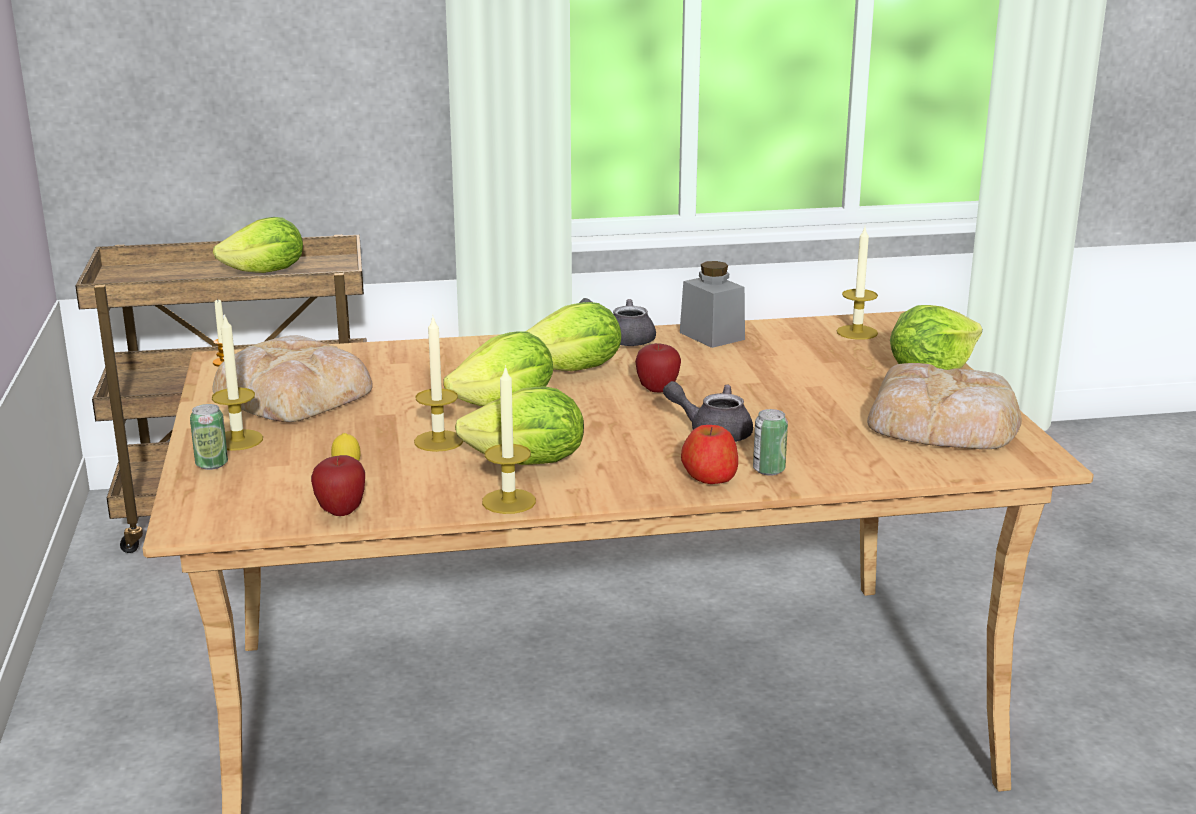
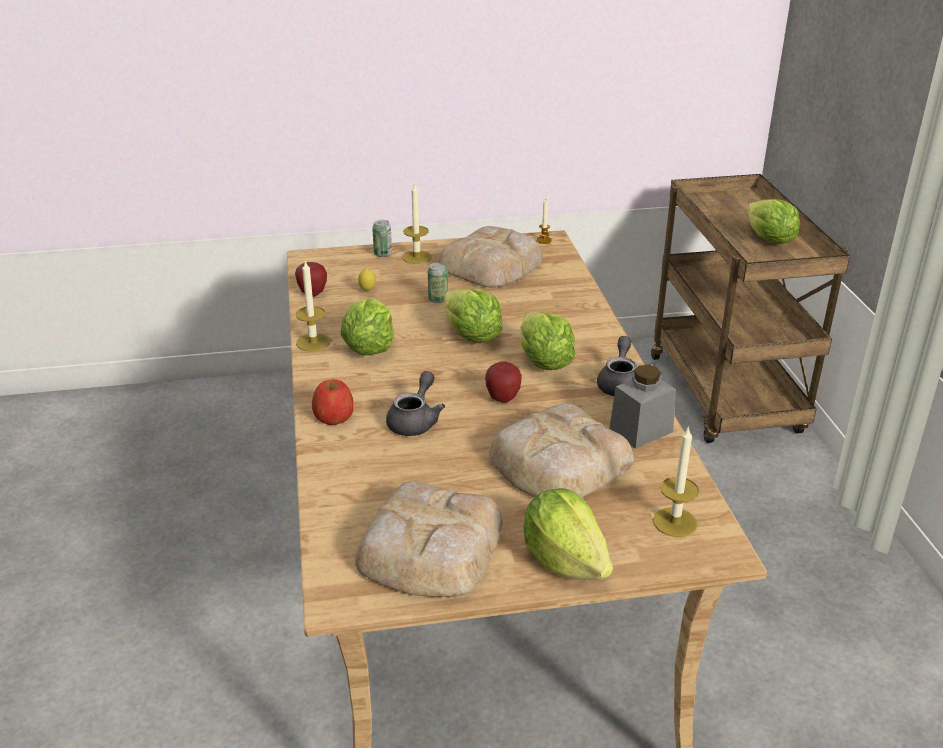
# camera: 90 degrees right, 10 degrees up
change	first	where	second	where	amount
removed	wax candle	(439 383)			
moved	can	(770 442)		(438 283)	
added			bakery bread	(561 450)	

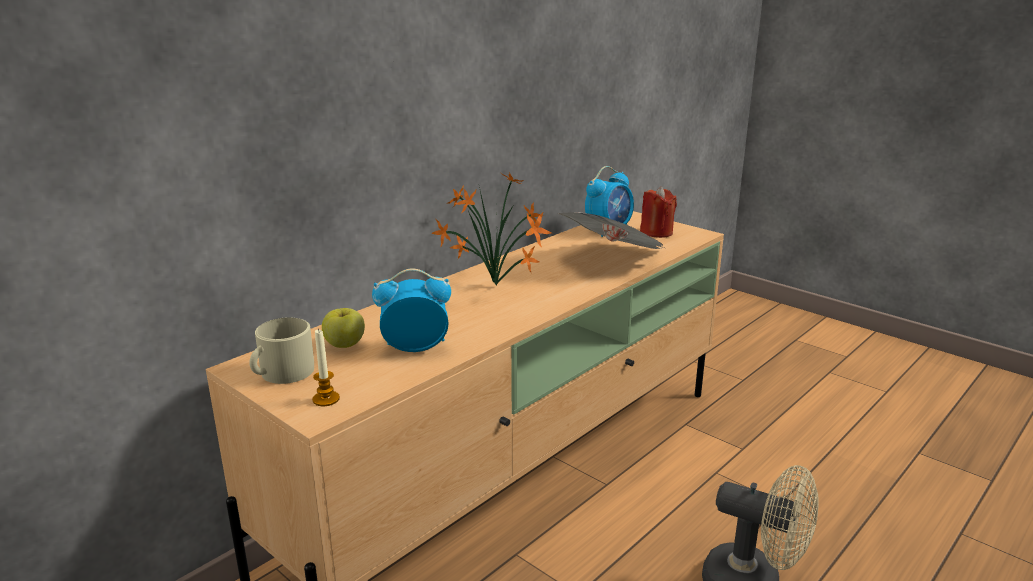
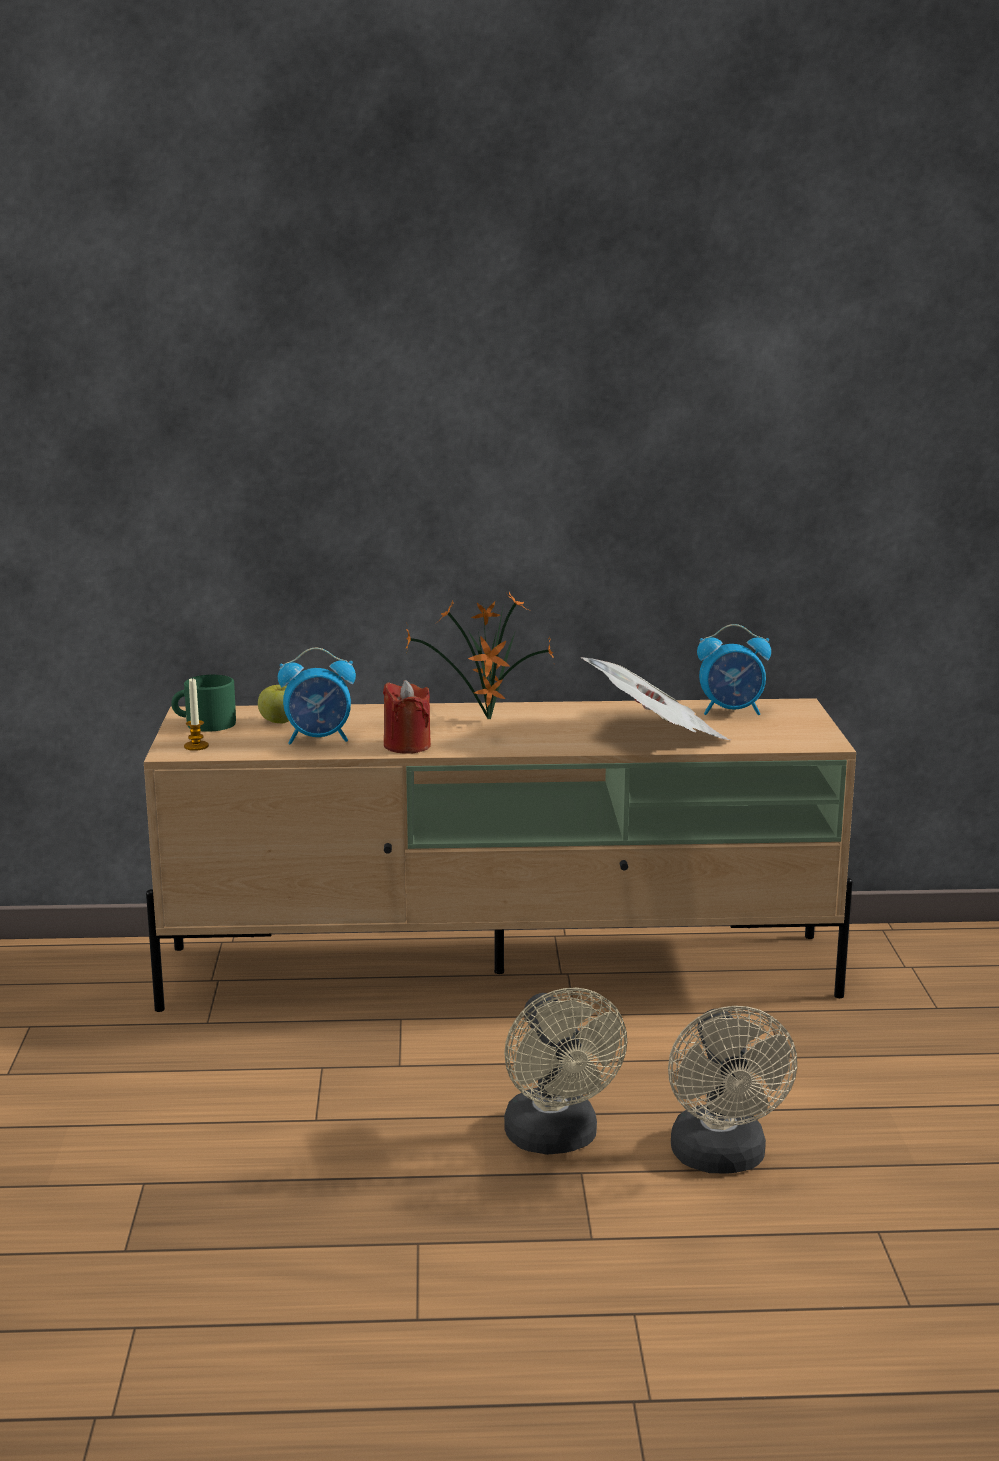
# camera: 45 degrees right, 5 degrees down
change	first	where	second	where	amount
recoloured	mug (beige)	(281 350)	mug (green)	(203 703)	
turned	alarm clock	(411 310)		(317 696)	135 degrees clockwise
moved	wax candle (red)	(658 212)		(407 717)	
added			electric fan (beige)	(732 1090)	

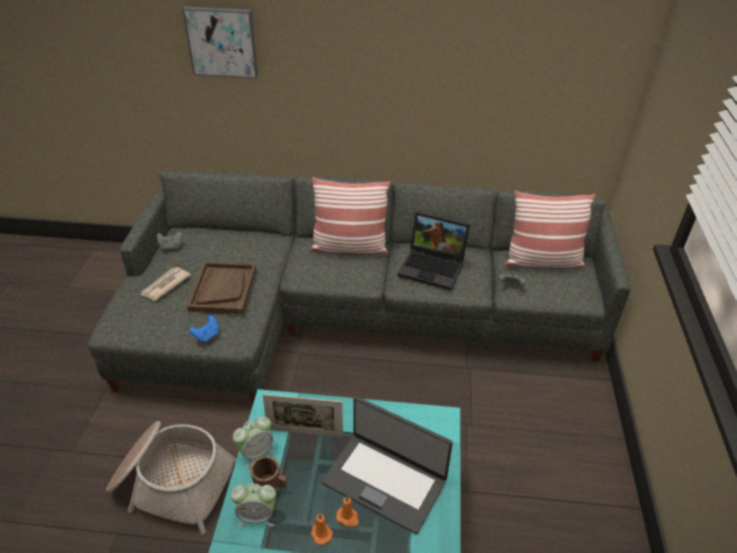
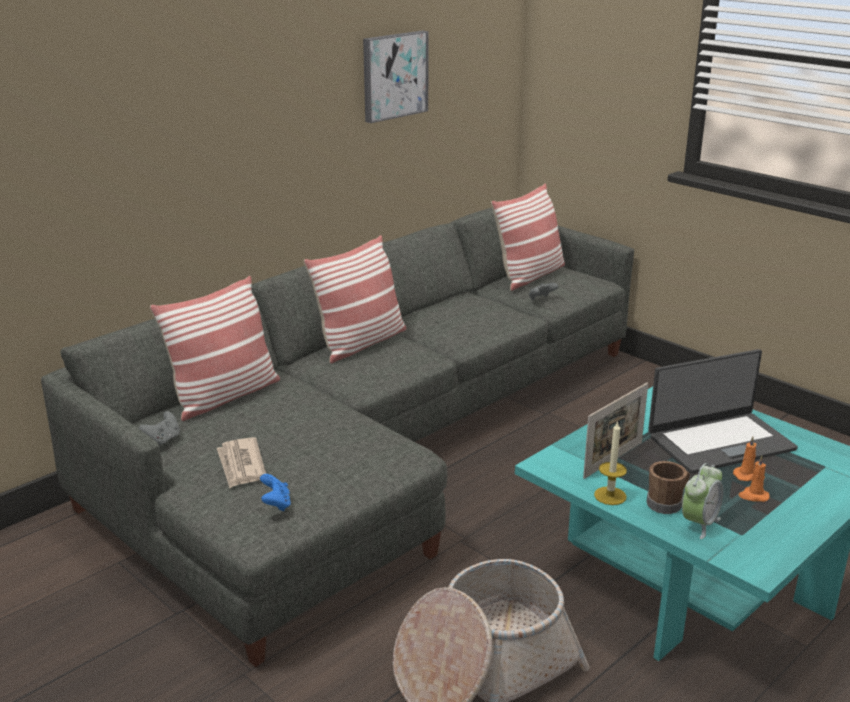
# camera: 50 degrees left, 15 degrees down
change	first	where	second	where	amount
moved	picture	(220 42)		(395 76)	
removed	carrying tray (brown-coloured)	(221 288)			
moved	gamepad (bluish)	(204 328)		(275 492)	
replaced	alarm clock	(254 442)	wax candle	(610 462)	
removed	laptop	(433 251)			
added			pillow	(215 348)	

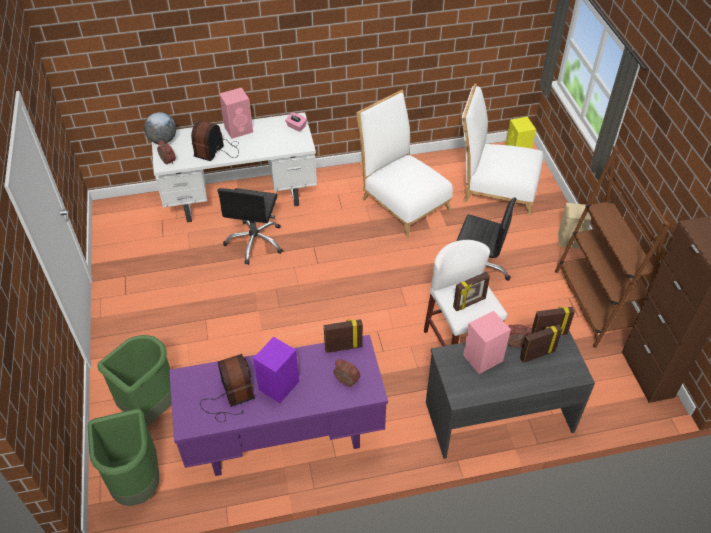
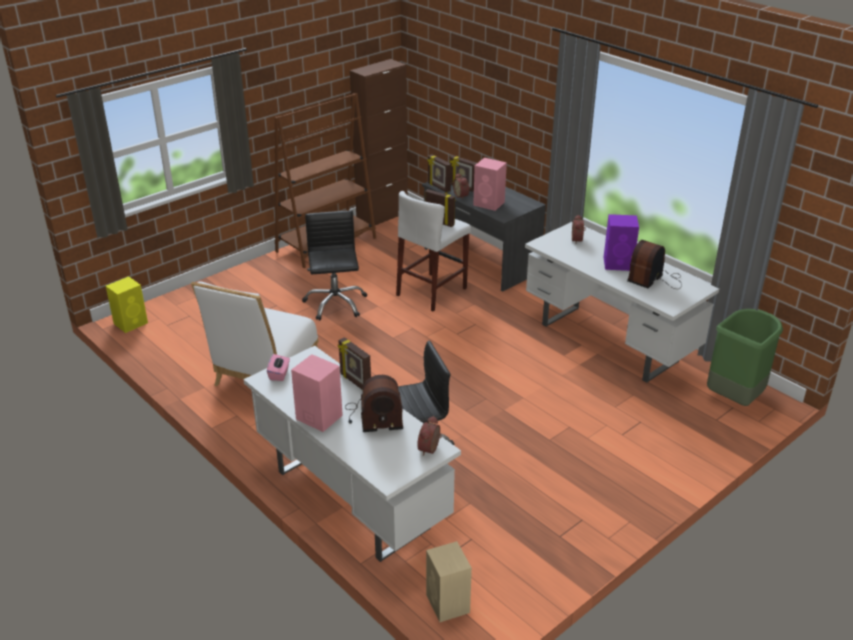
# camera: 120 degrees left, 15 degrees down
change	first	where	second	where	amount
removed	waste bin (green)	(134 381)			
removed	globe	(160 128)			
recoloured	desk table (purplish)	(278 405)	desk table (white)	(622 302)	
moved	photo frame	(343 336)		(354 363)	
removed	chair (white)	(502 149)			
moved	loudspeaker (beige)	(574 226)		(449 581)	

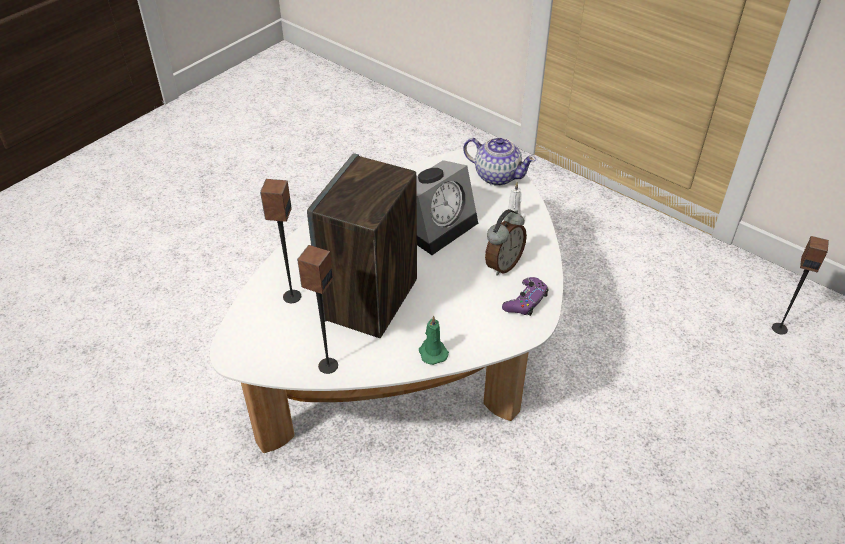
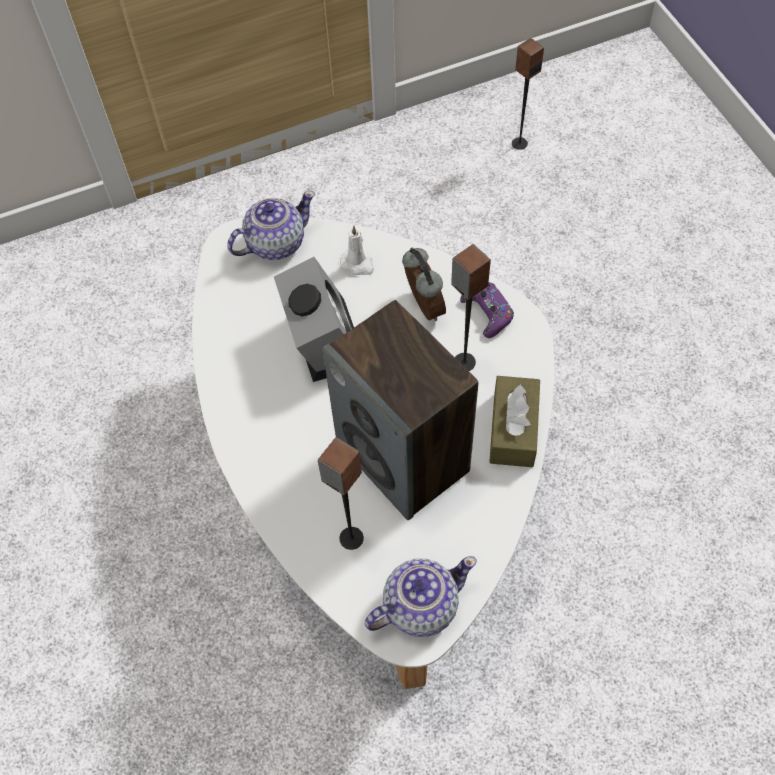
# camera: 60 degrees left, 15 degrees up
change	first	where	second	where	amount
moved	loudspeaker	(317 309)		(471 307)	
replaced	wax candle (green)	(434 340)	tissue box (brown-coloured)	(514 421)	
added			pot for tea	(421 596)	

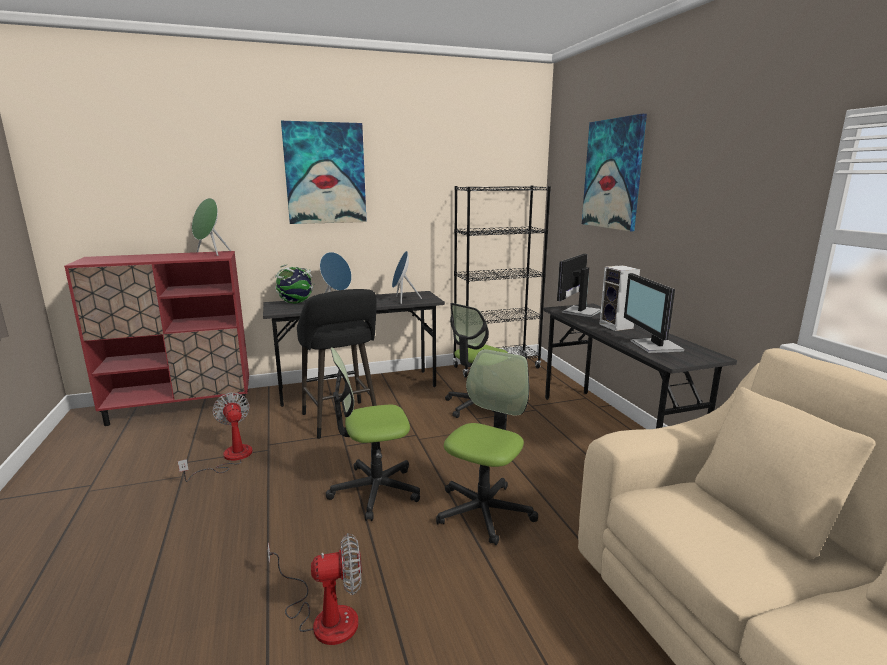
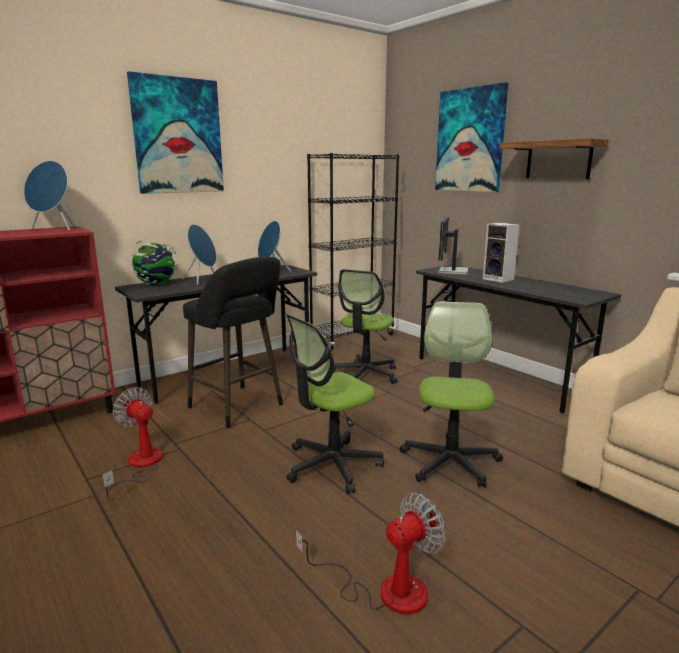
# camera: 20 degrees left, 0 degrees up
change	first	where	second	where	amount
recoloured	loudspeaker (green)	(211 227)	loudspeaker (bluish)	(49 196)	
removed	monitor	(654 313)			
added			bracket shelf	(554 158)	

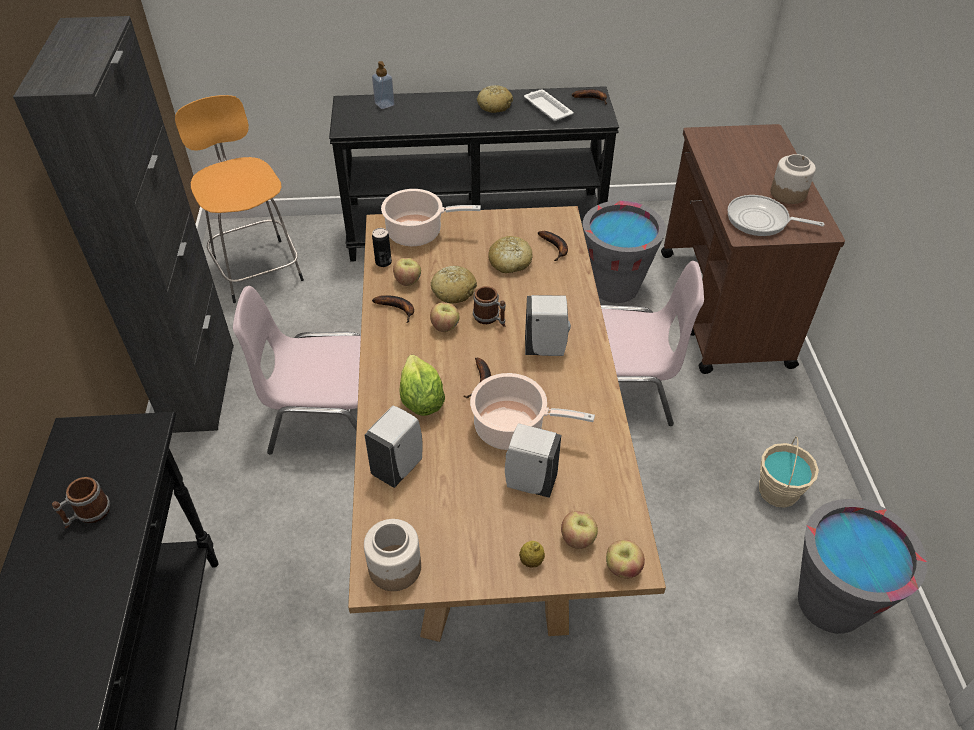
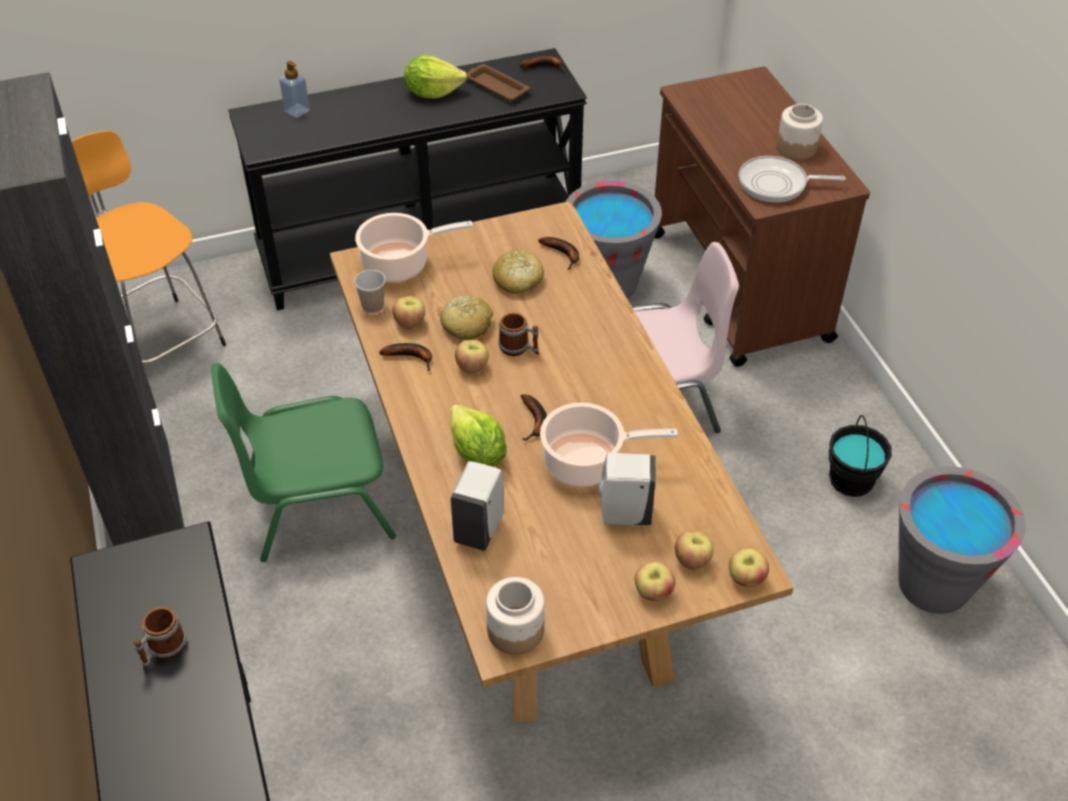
# camera: 15 degrees left, 0 degrees up
change	first	where	second	where	amount
recoloured	chair (pinkish)	(297 370)	chair (green)	(303 462)	
replaced	can	(382 247)	small cup	(370 291)	
replaced	bakery bread	(495 99)	head of lettuce	(435 77)	
replaced	whole lemon	(532 554)	whole apple	(655 581)	
recoloured	carrying tray (white)	(549 105)	carrying tray (brown-coloured)	(498 82)	
removed	soap bottle (white)	(548 325)			
recoloured	pail (beige)	(789 472)	pail (blackish)	(860 456)	

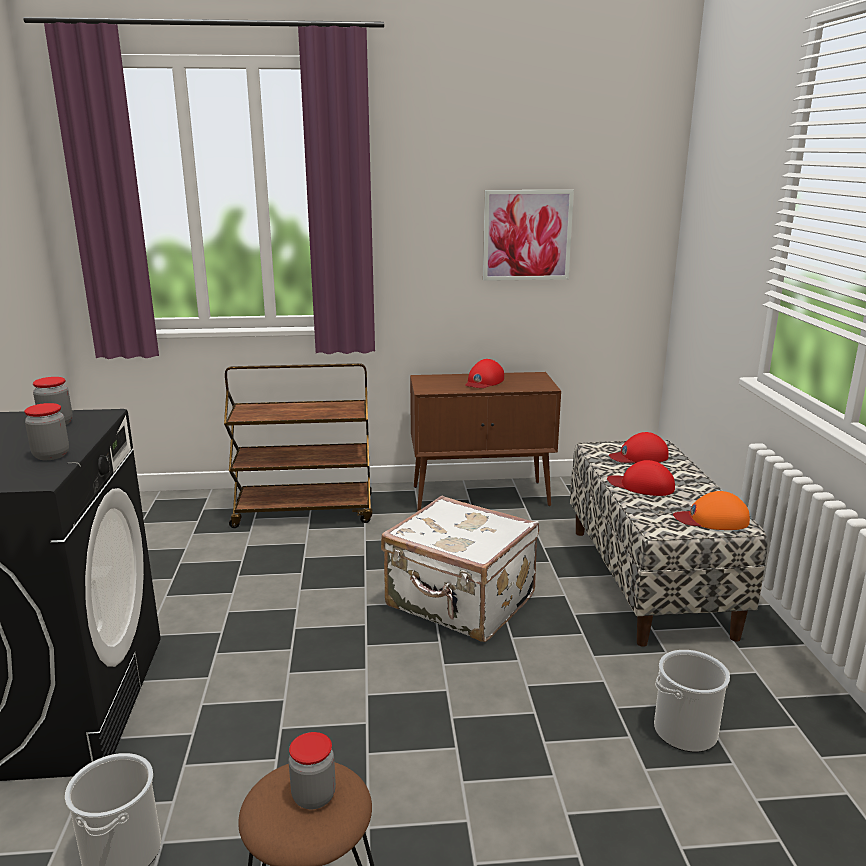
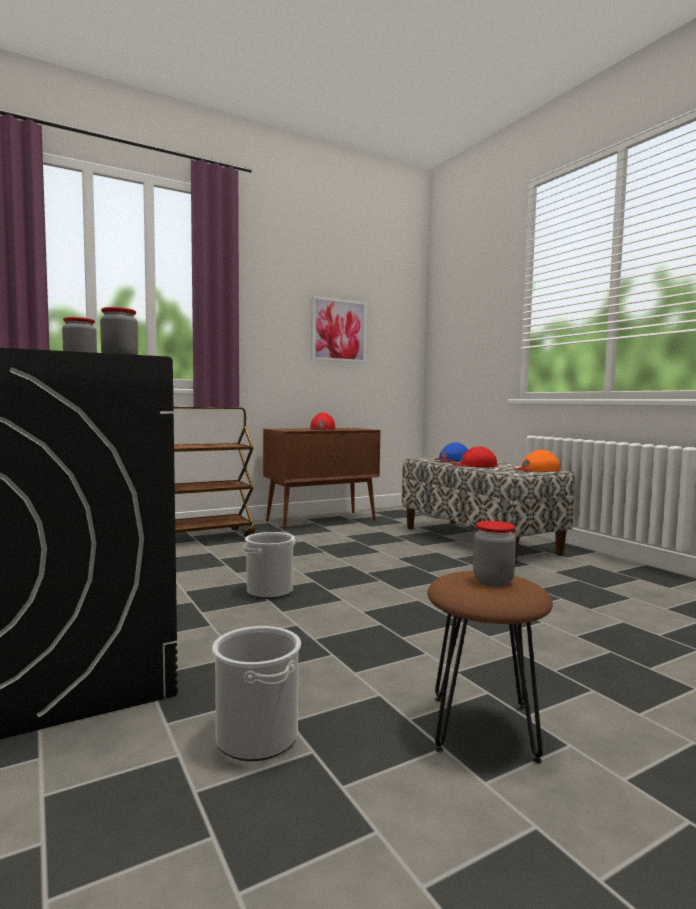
# camera: 25 degrees left, 15 degrees down
change	first	where	second	where	amount
removed	suitcase (white)	(460 569)			
recoloured	cap (red)	(639 447)	cap (bluish)	(451 451)	
moved	pail	(692 701)		(269 565)	

